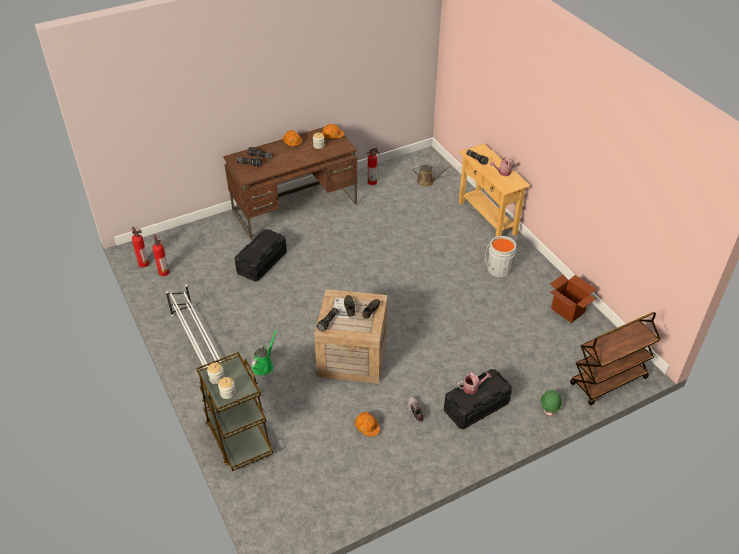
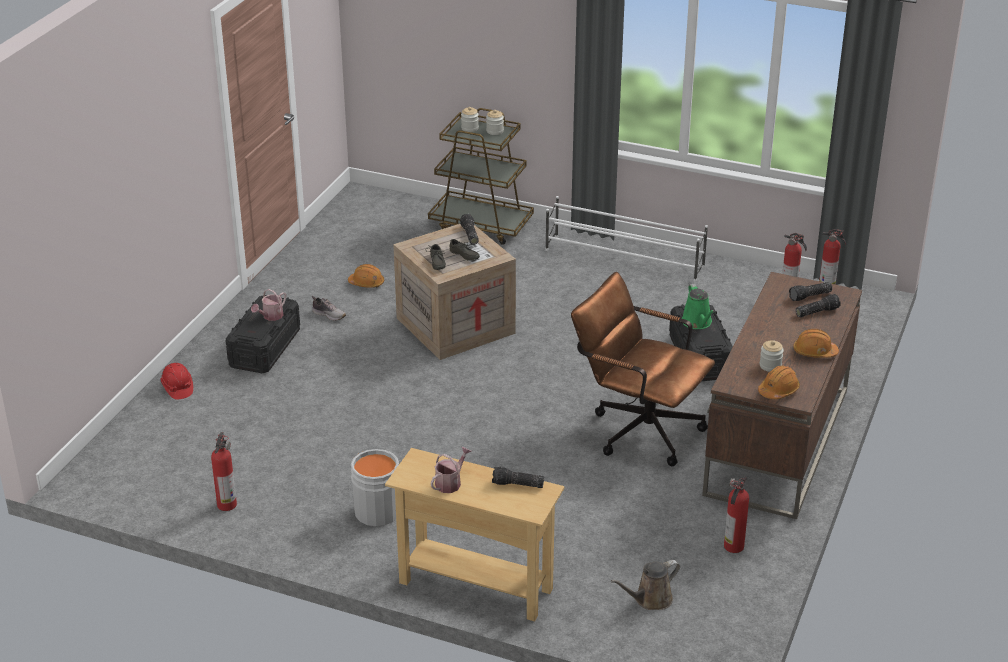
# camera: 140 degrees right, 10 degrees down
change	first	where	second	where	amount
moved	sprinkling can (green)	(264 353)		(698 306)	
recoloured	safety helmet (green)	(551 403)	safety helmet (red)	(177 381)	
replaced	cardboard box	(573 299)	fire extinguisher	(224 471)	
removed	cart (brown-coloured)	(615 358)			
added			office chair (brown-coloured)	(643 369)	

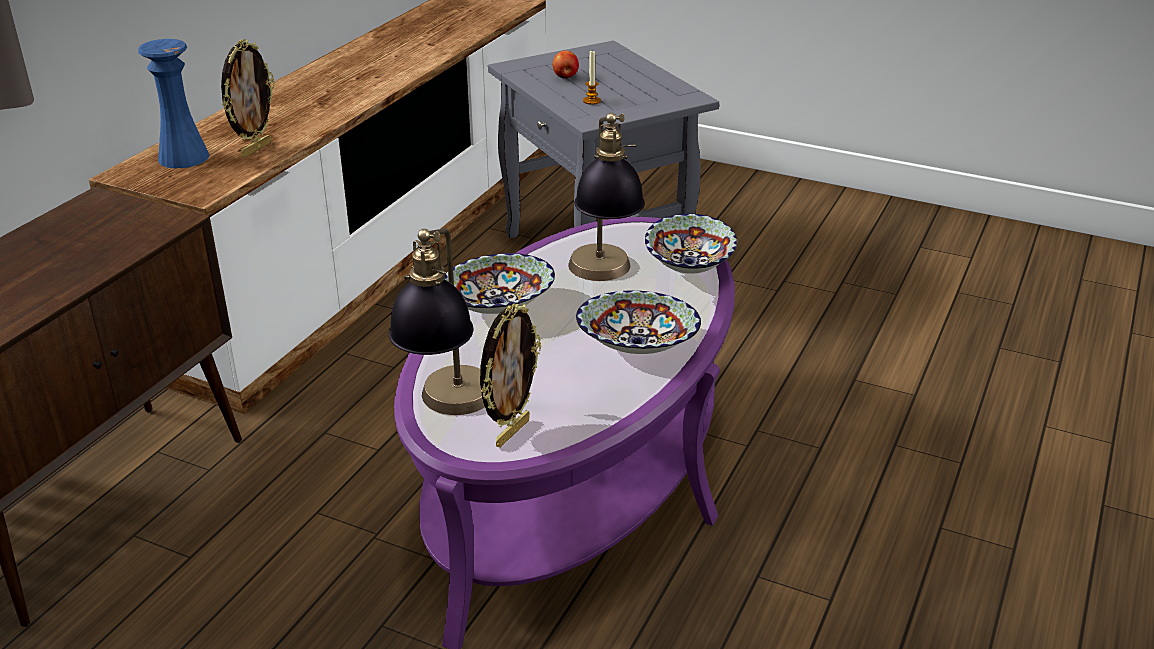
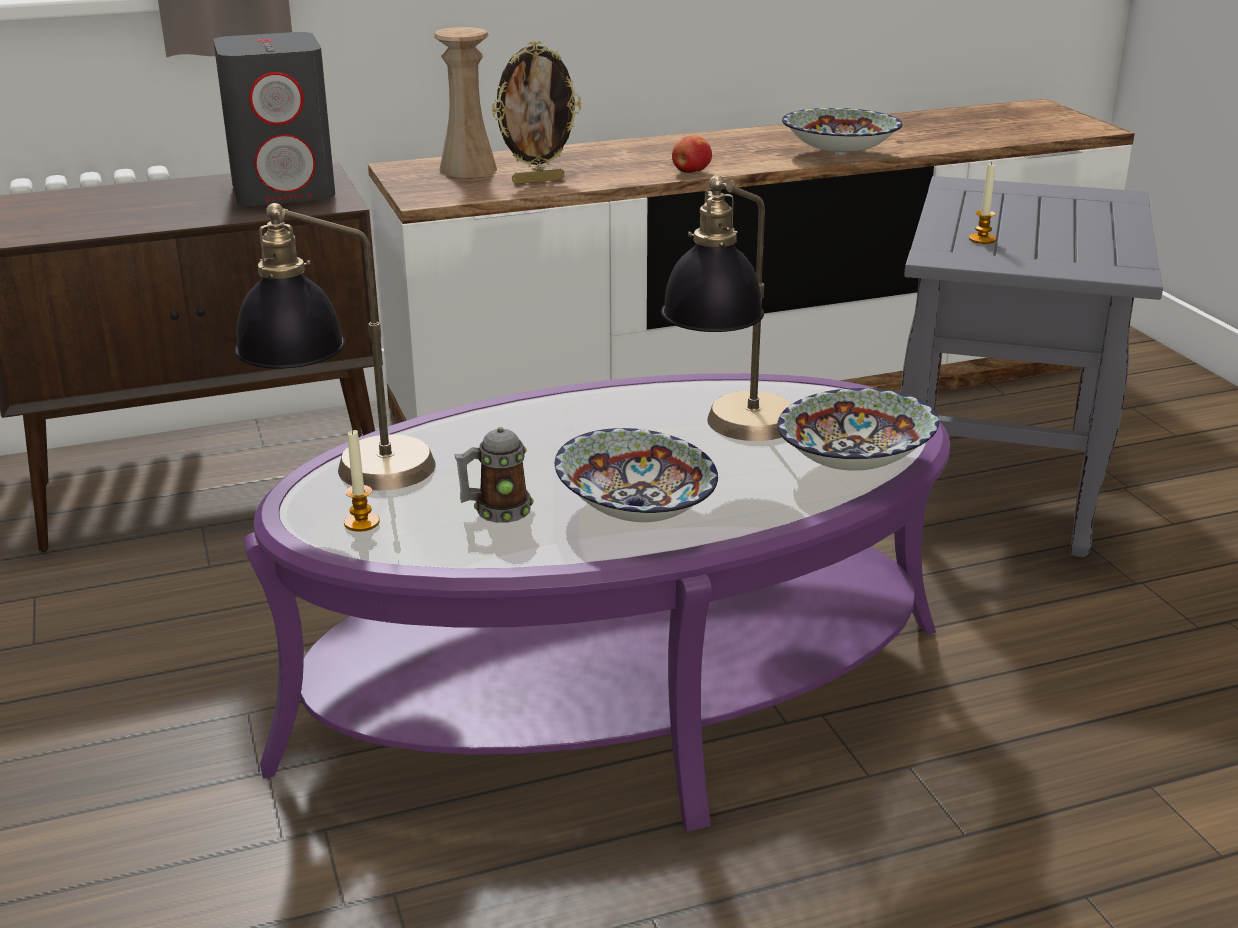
# camera: 45 degrees right, 5 degrees down
change	first	where	second	where	amount
recoloured	decorative vase (bluish)	(173 103)	decorative vase (beige)	(465 102)	
moved	bowl	(500 283)		(842 131)	
replaced	photo frame	(510 375)	wax candle	(362 480)	
moved	whole apple	(566 64)		(692 154)	
added			loudspeaker (gray)	(274 119)	
added			mug	(494 475)	

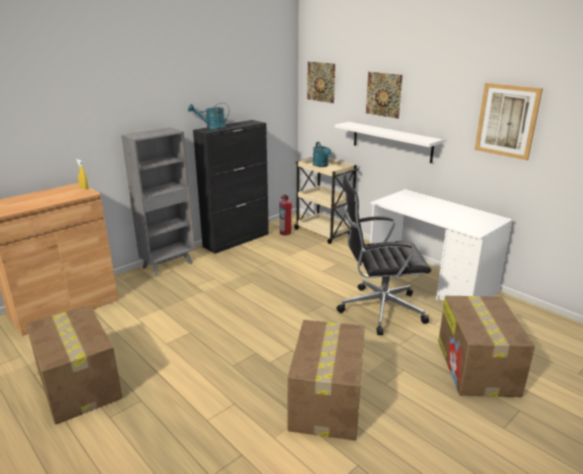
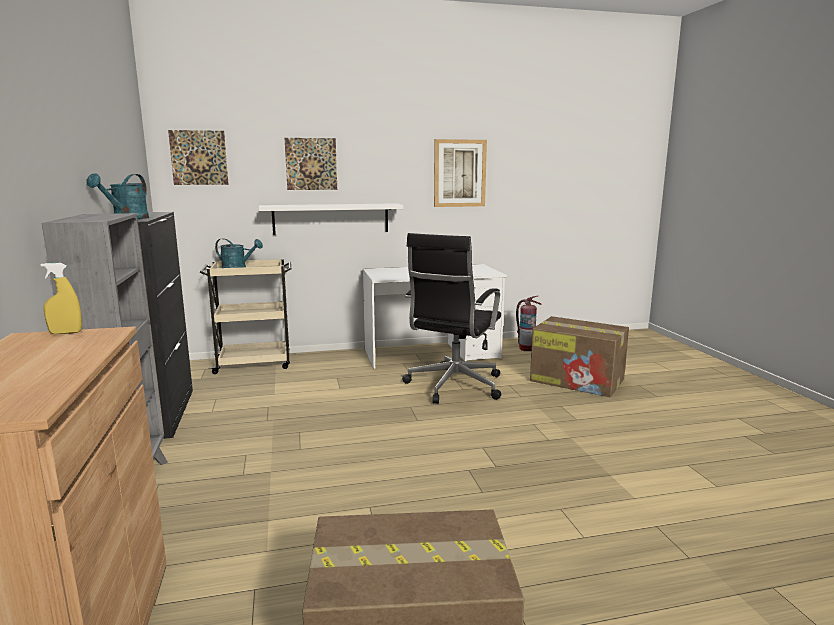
# camera: 60 degrees left, 10 degrees down
change	first	where	second	where	amount
moved	fire extinguisher	(285 214)		(528 323)	
removed	cardboard box	(326 380)			

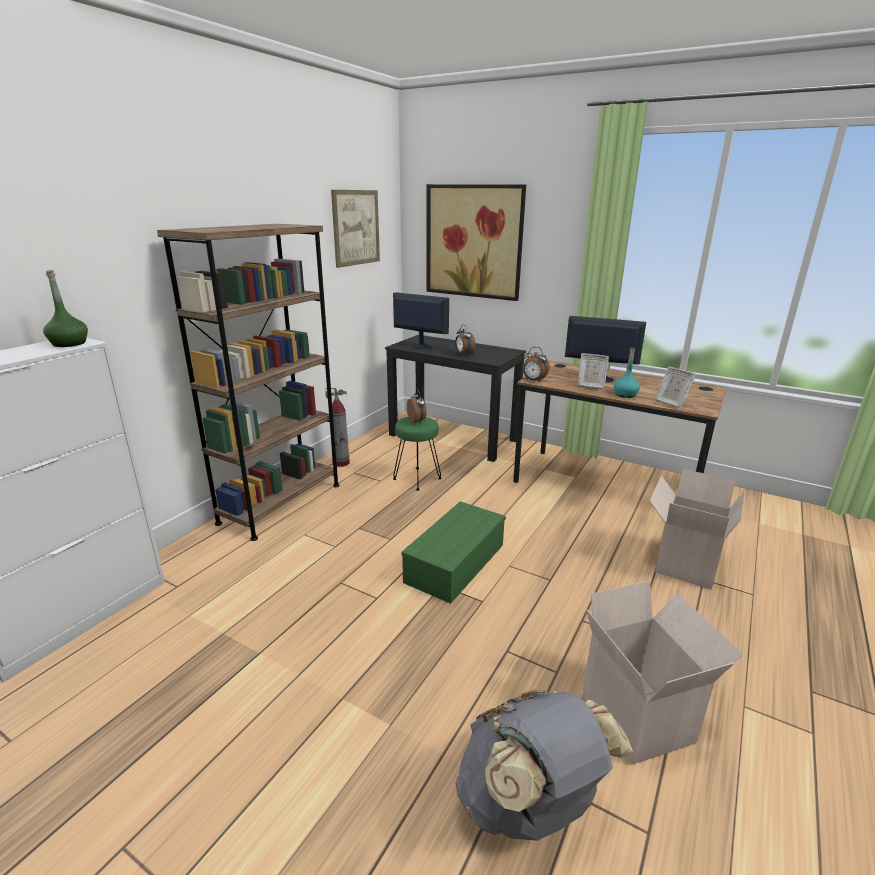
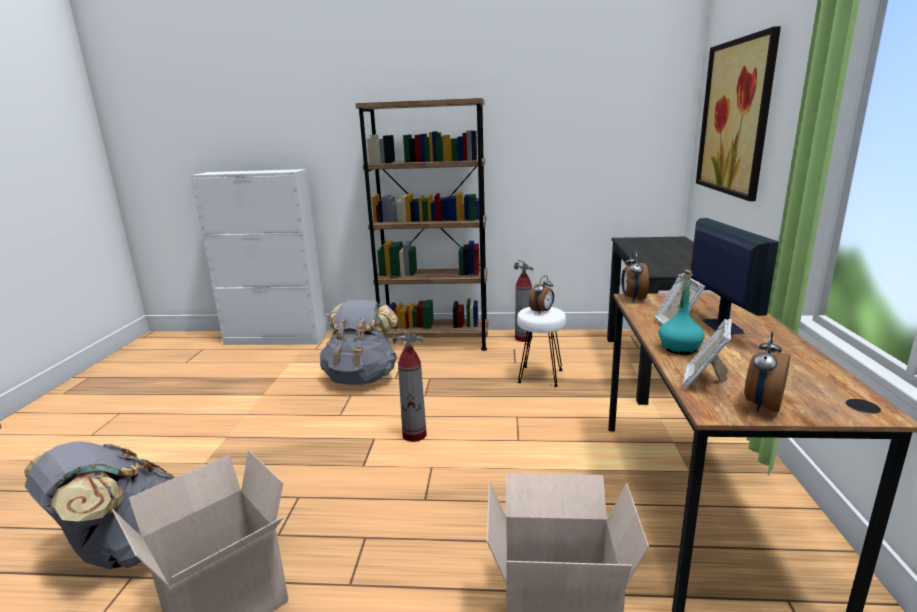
# camera: 65 degrees right, 5 degrees down
change	first	where	second	where	amount
removed	bottle (green)	(65 308)			
removed	picture	(355 229)			
removed	monitor	(421 320)			
recoloured	stool (green)	(417 454)	stool (white)	(541 347)	
replaced	storage bin (green)	(453 552)	fire extinguisher	(410 385)	
moved	alarm clock	(465 340)		(767 372)	
added			rucksack (gray)	(358 342)	

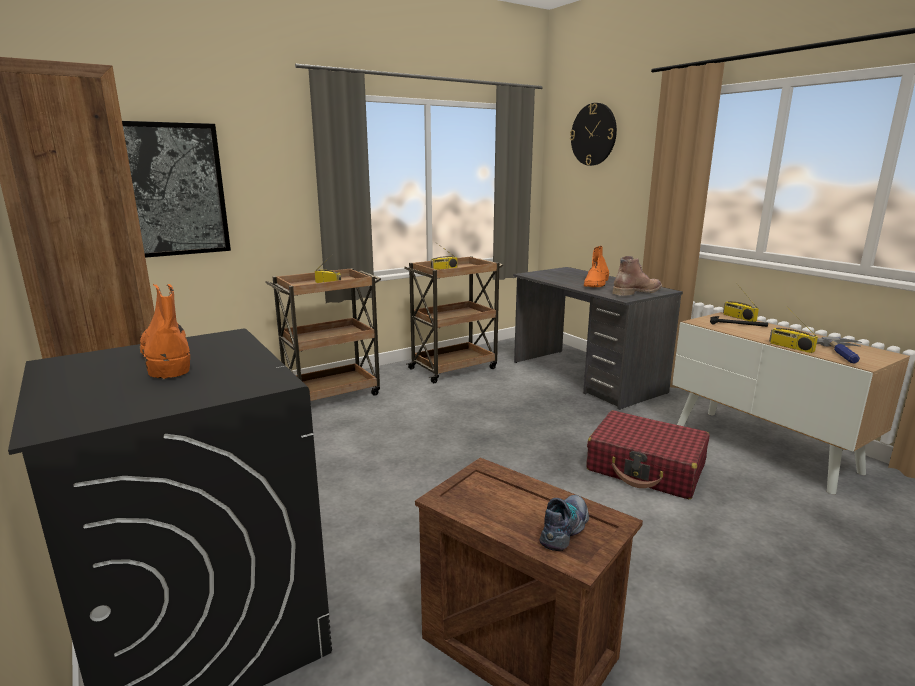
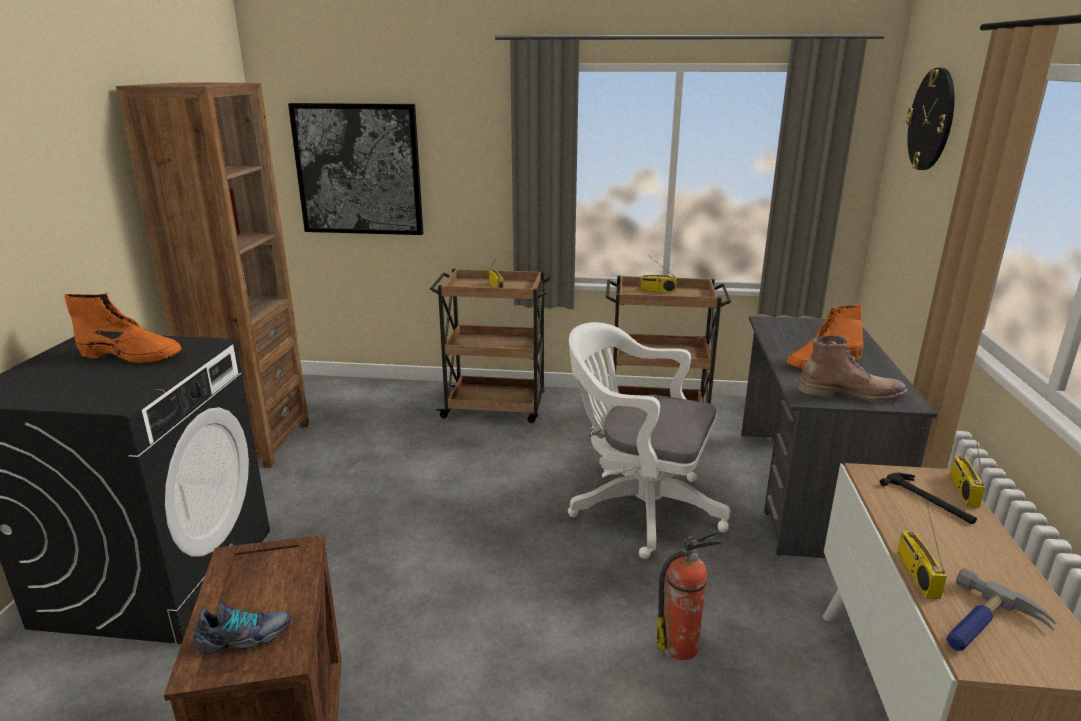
# camera: 40 degrees right, 5 degrees up
change	first	where	second	where	amount
turned	tall boot (orange)	(165 332)		(123 328)	90 degrees clockwise
replaced	suitcase (red)	(648 454)	fire extinguisher	(689 594)	
added			office chair (white)	(649 440)	

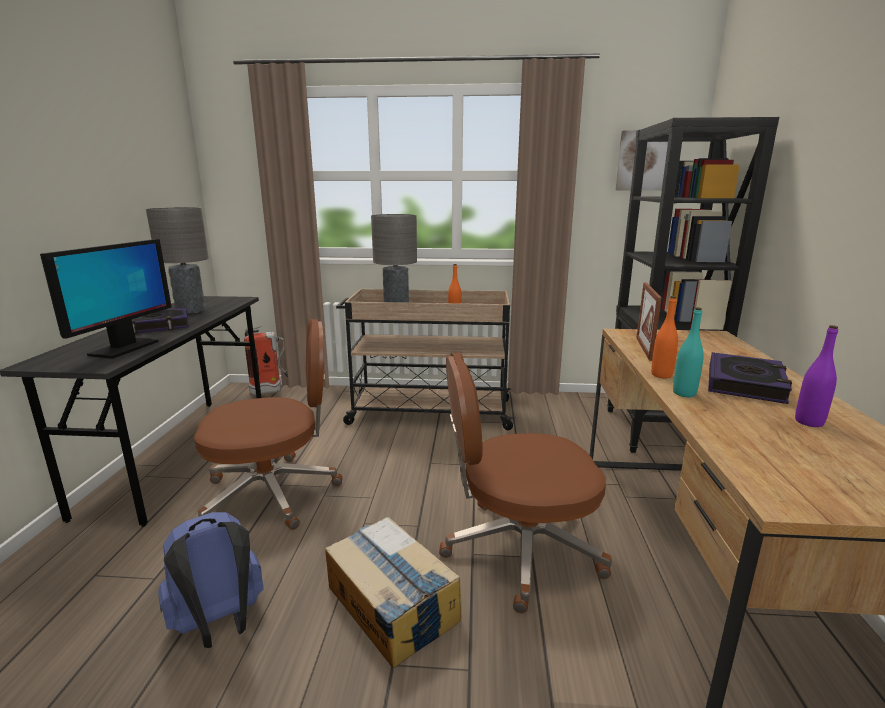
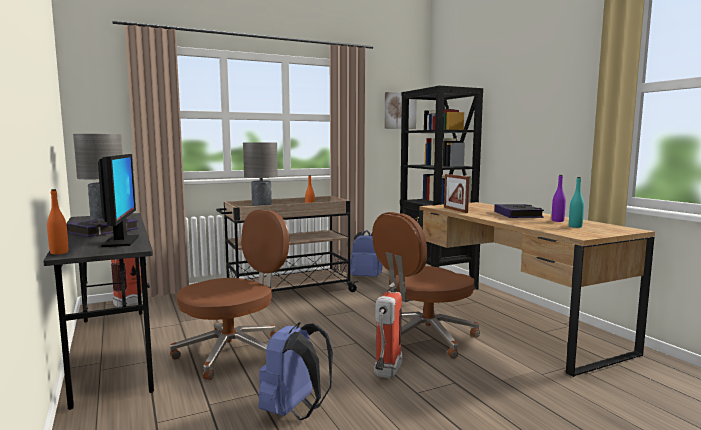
# camera: 30 degrees left, 10 degrees down
change	first	where	second	where	amount
replaced	cardboard box	(393 592)	fire extinguisher	(388 330)	
moved	bottle (orange)	(664 337)		(57 221)	
moved	bottle (turquoise)	(688 352)		(576 202)	
added			rucksack (bluish)	(366 253)	

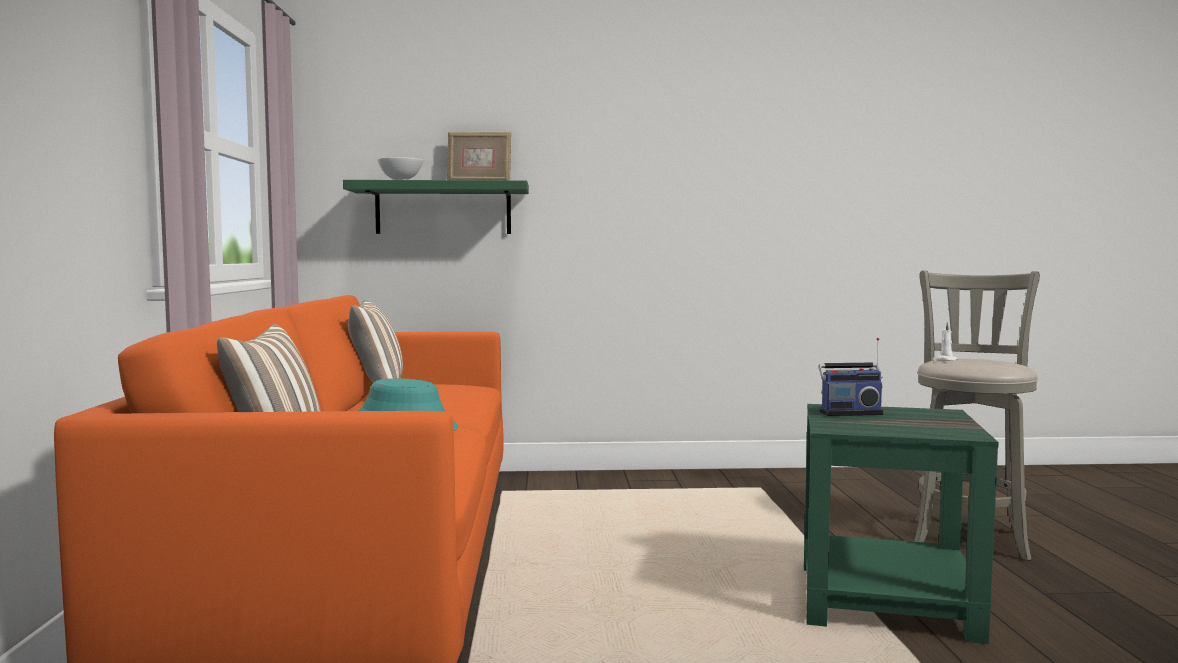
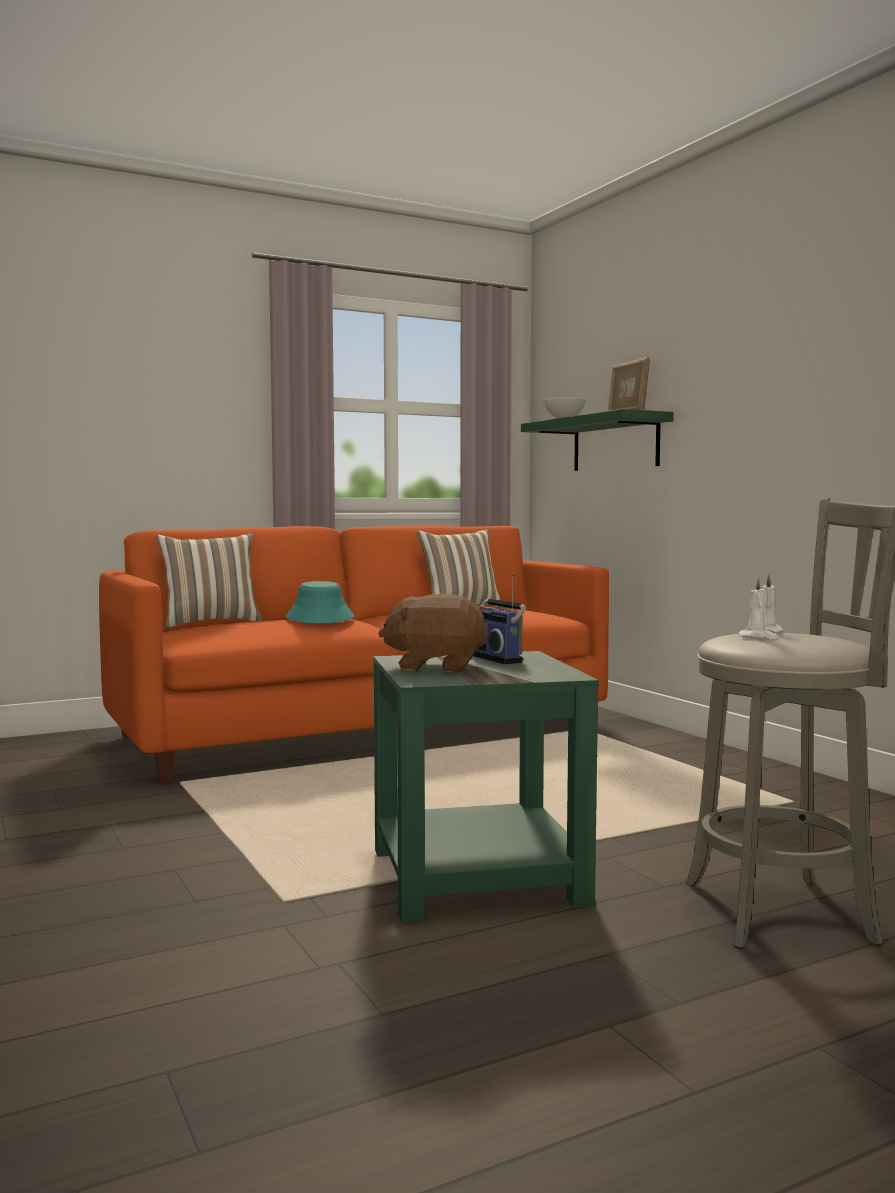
# camera: 65 degrees right, 0 degrees up
change	first	where	second	where	amount
added			soft toy (brown-coloured)	(433 633)	
added			wax candle (white)	(758 608)	

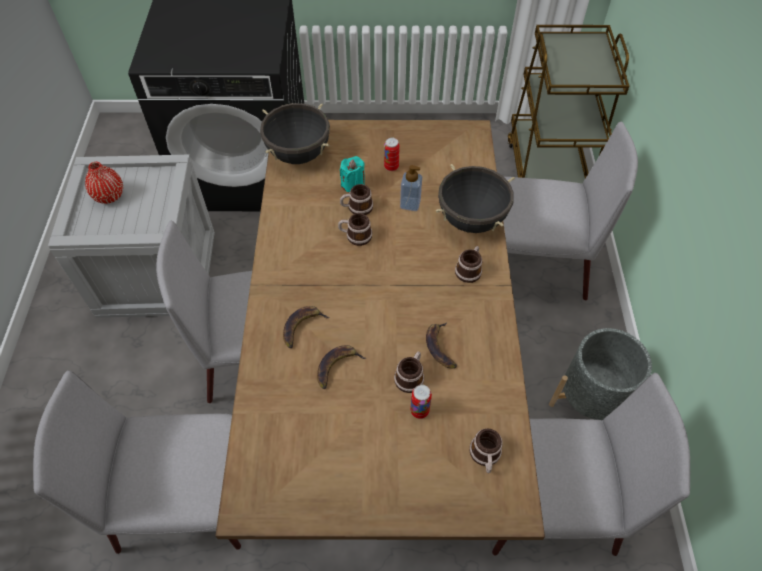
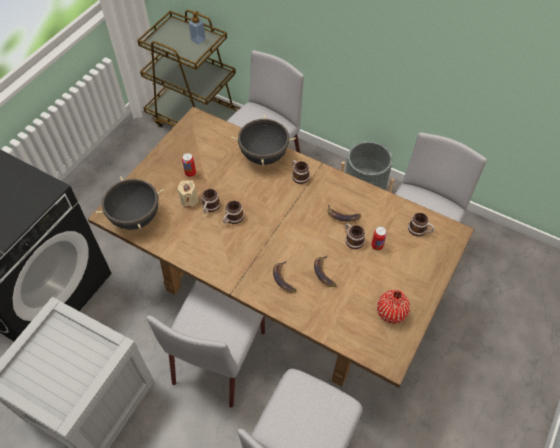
# camera: 60 degrees left, 0 degrees up
change	first	where	second	where	amount
moved	decorative vase (red)	(104 183)		(393 307)	
recoloured	wax candle (turquoise)	(352 174)	wax candle (beige)	(188 194)	
moved	soap bottle	(411 188)		(197 28)	

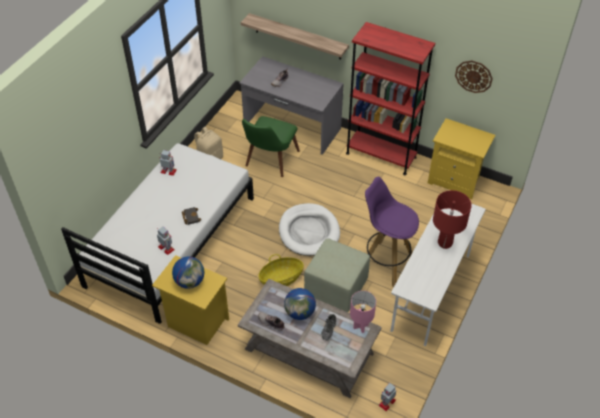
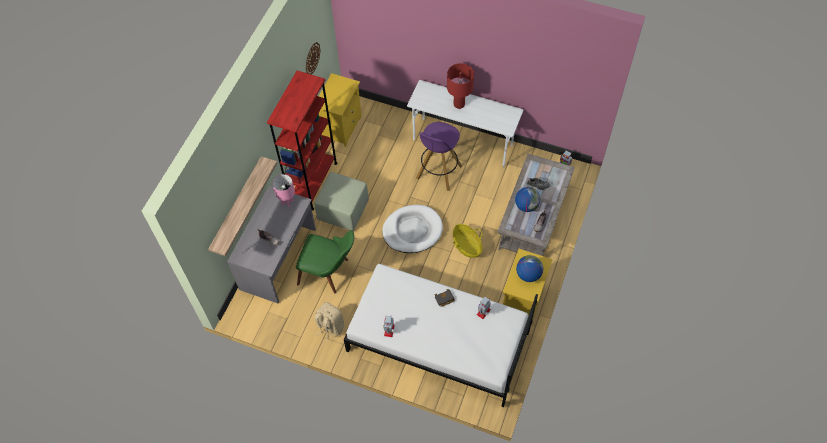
# camera: 95 degrees left, 10 degrees up
change	first	where	second	where	amount
moved	ottoman (green)	(337 275)		(341 201)	
moved	lamp for a table (pinkish)	(363 312)		(283 190)	

